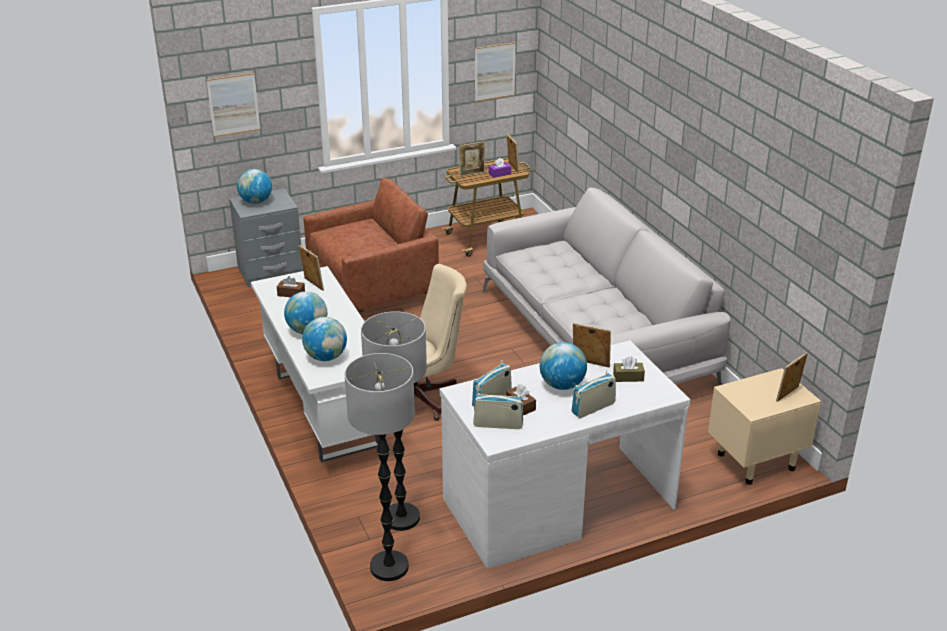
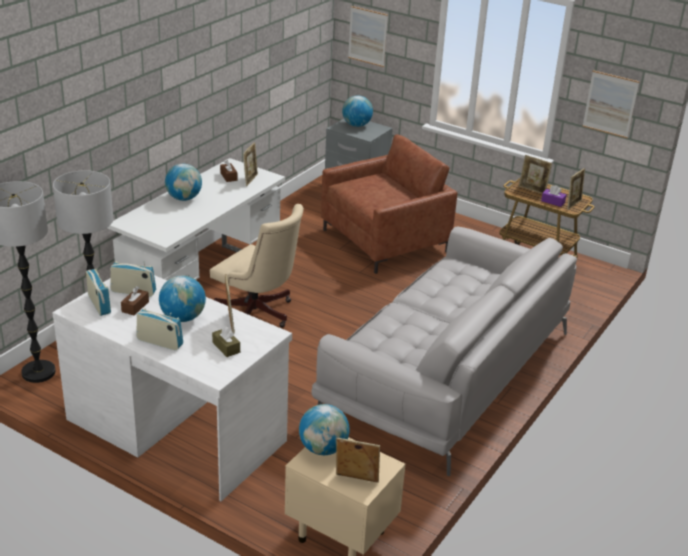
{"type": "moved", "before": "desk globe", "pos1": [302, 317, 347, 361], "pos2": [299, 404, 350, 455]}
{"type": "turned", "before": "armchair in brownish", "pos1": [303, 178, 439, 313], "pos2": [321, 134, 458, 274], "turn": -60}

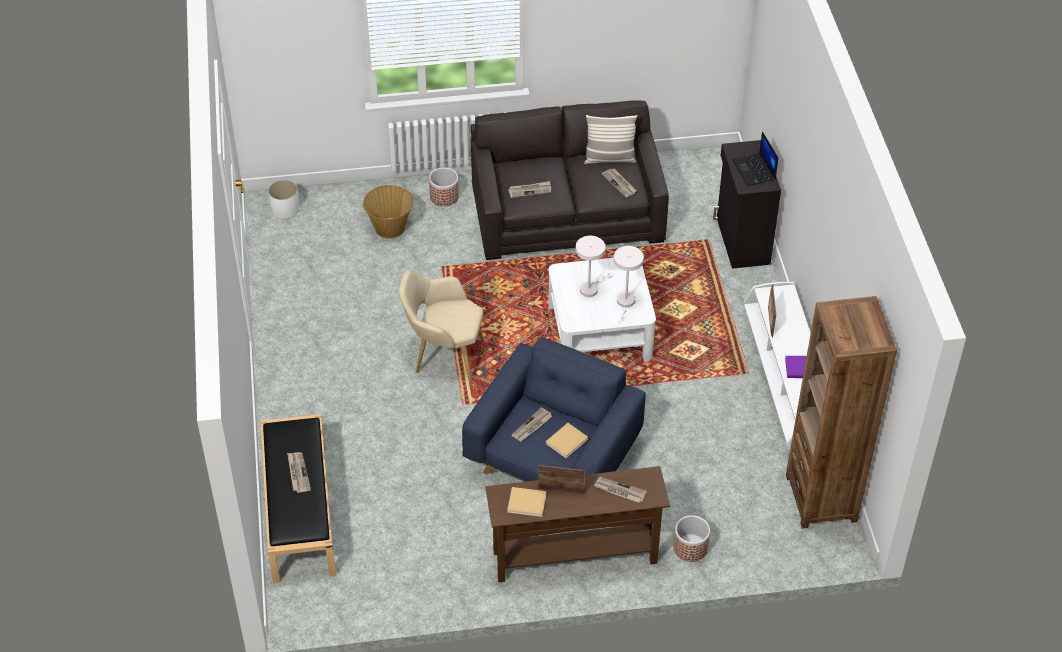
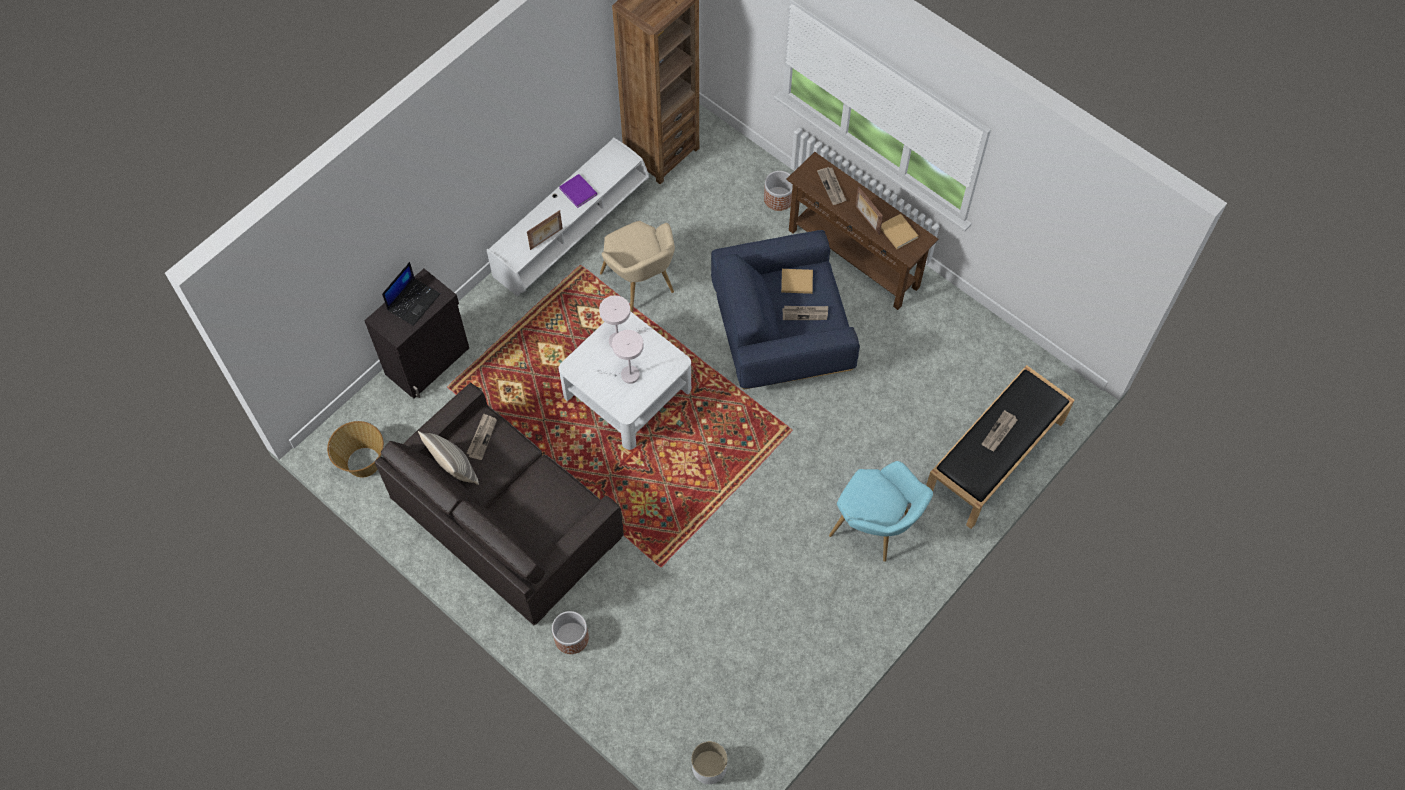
{"type": "removed", "before": "daily paper", "pos1": [508, 181, 551, 198]}
{"type": "added", "after": "armchair in turquoise-coloured", "pos2": [829, 461, 933, 562]}
{"type": "moved", "before": "household basket", "pos1": [363, 185, 413, 239], "pos2": [327, 421, 384, 477]}
{"type": "moved", "before": "armchair in beige", "pos1": [399, 270, 484, 385], "pos2": [600, 221, 675, 312]}

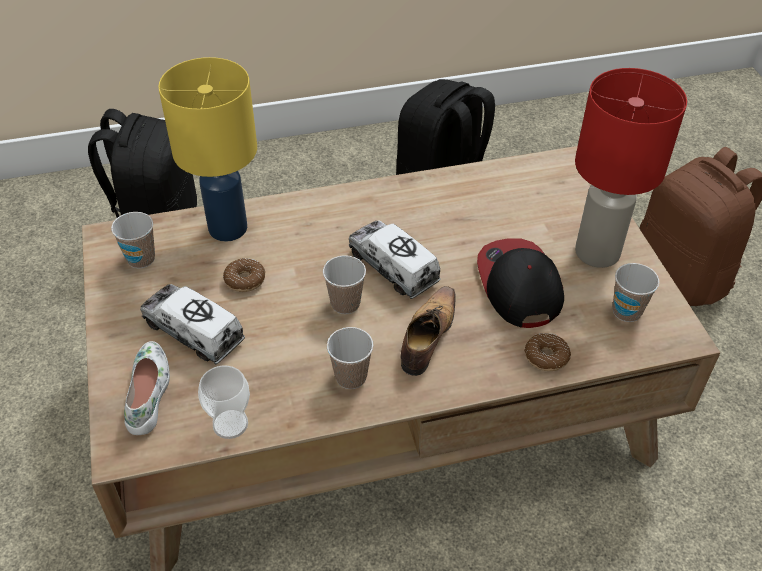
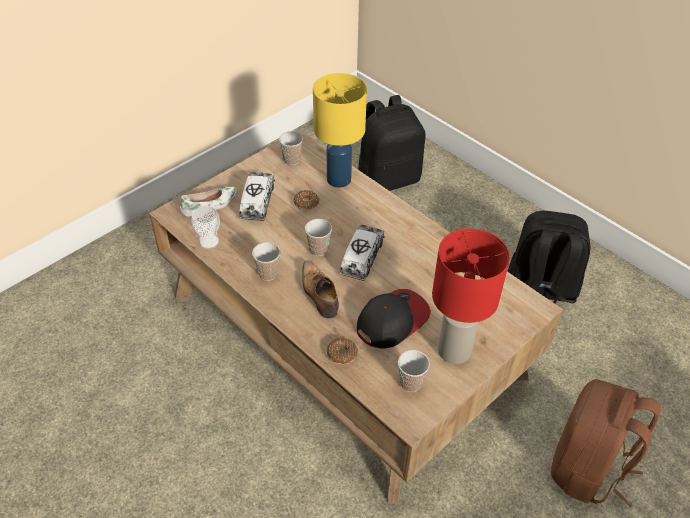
{"type": "turned", "before": "shoe", "pos1": [401, 286, 456, 376], "pos2": [302, 261, 339, 319], "turn": -105}

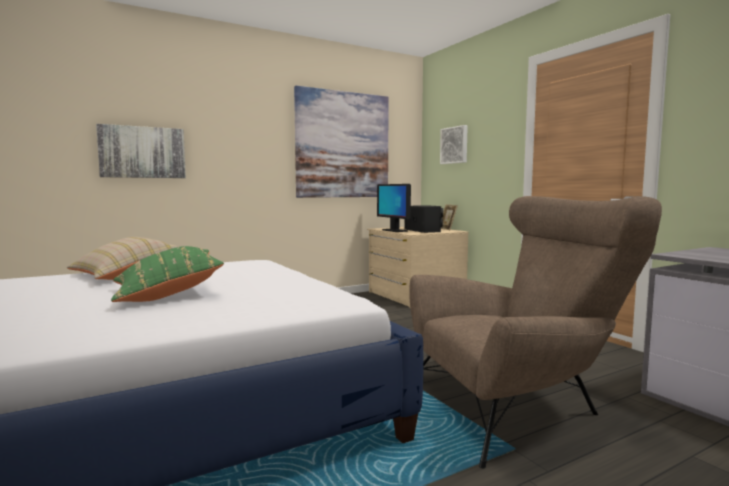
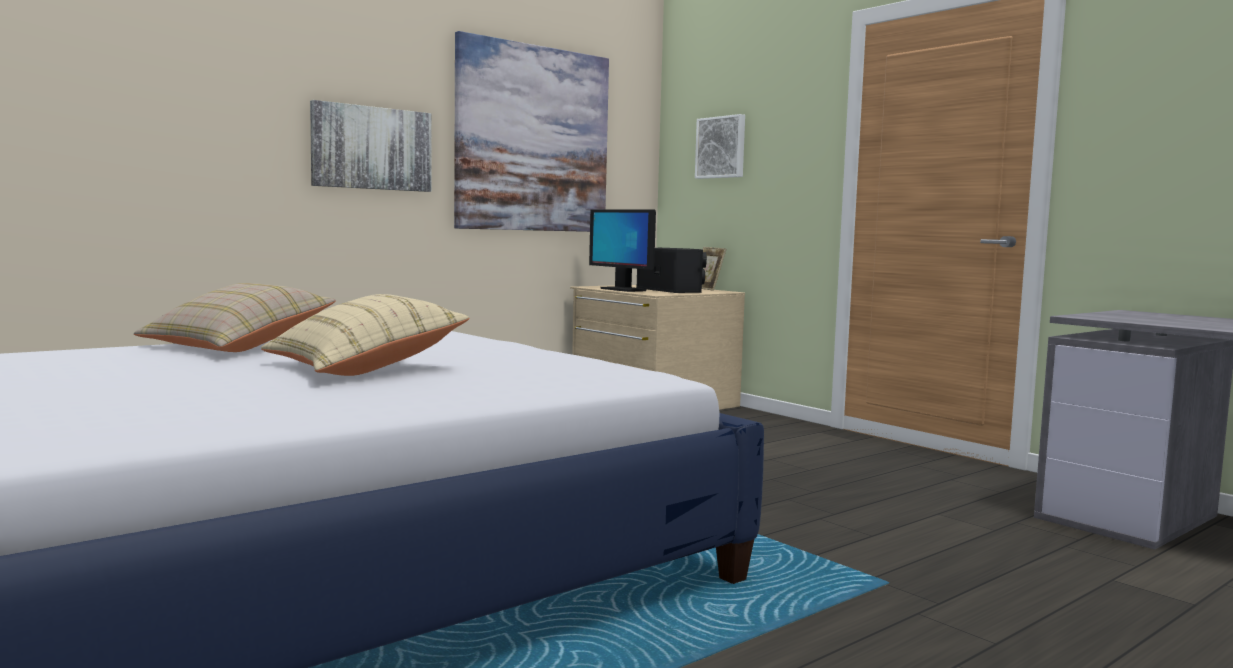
{"type": "removed", "before": "armchair in brownish", "pos1": [409, 196, 662, 468]}
{"type": "moved", "before": "picture", "pos1": [96, 124, 186, 178], "pos2": [310, 100, 431, 192]}
{"type": "recoloured", "before": "throw pillow in greenish", "after": "throw pillow in beige", "pos1": [111, 246, 224, 302], "pos2": [261, 294, 470, 376]}

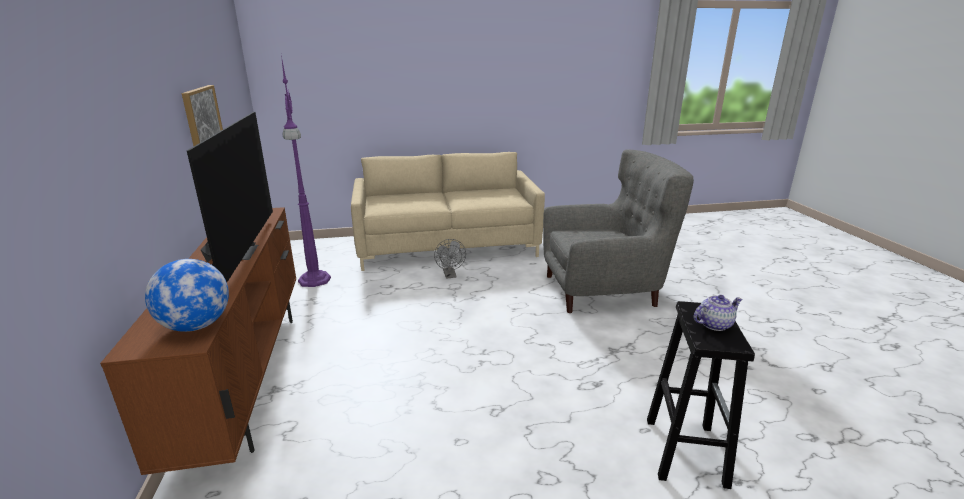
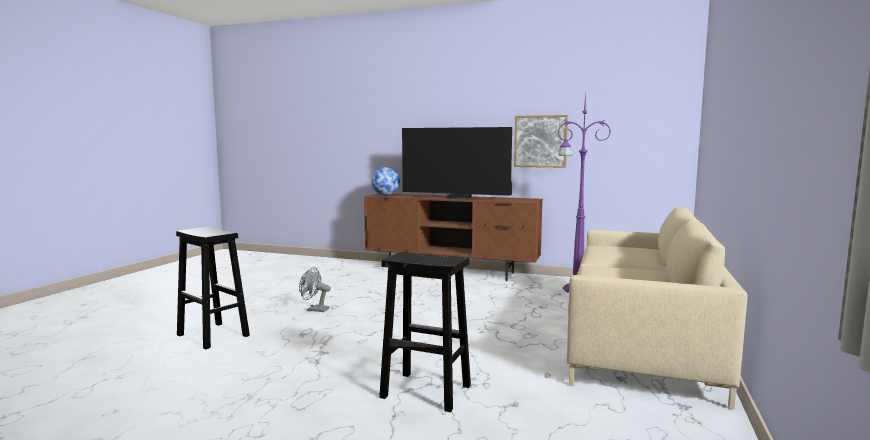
{"type": "removed", "before": "teapot", "pos1": [694, 295, 742, 331]}
{"type": "moved", "before": "fan in greyish", "pos1": [434, 239, 466, 279], "pos2": [299, 267, 331, 312]}
{"type": "replaced", "before": "armchair in greyish", "after": "stool in blackish", "pos1": [543, 150, 694, 313], "pos2": [379, 252, 471, 412]}

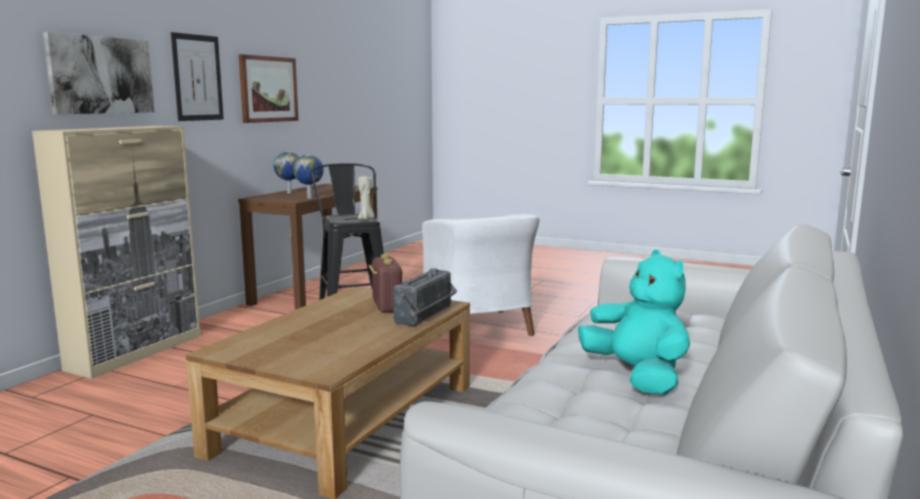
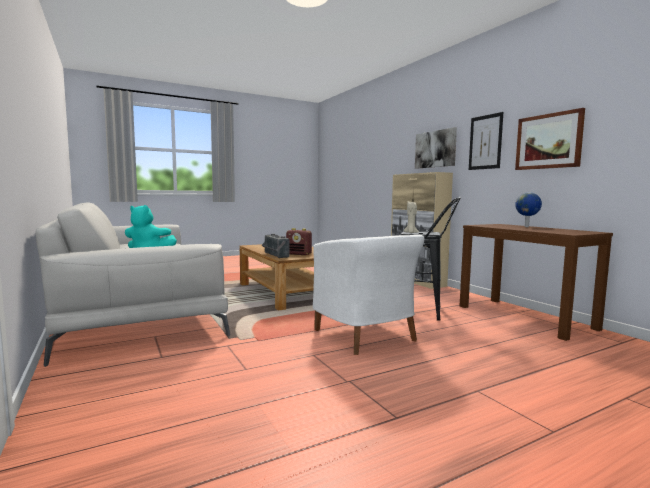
{"type": "removed", "before": "desk globe", "pos1": [293, 155, 324, 199]}
{"type": "turned", "before": "armchair in white-coloured", "pos1": [422, 214, 539, 336], "pos2": [313, 235, 424, 355], "turn": -135}

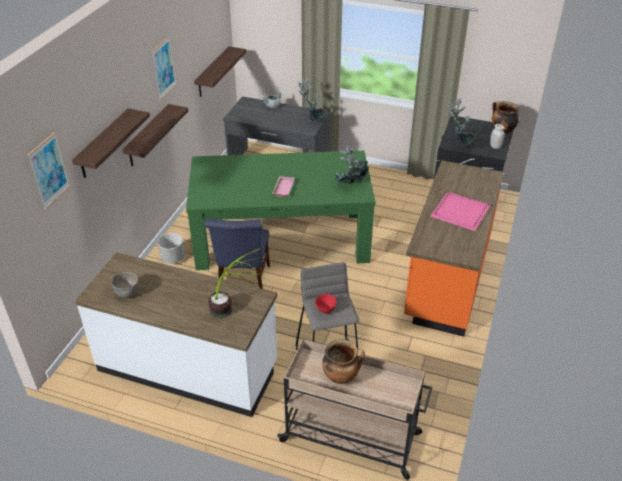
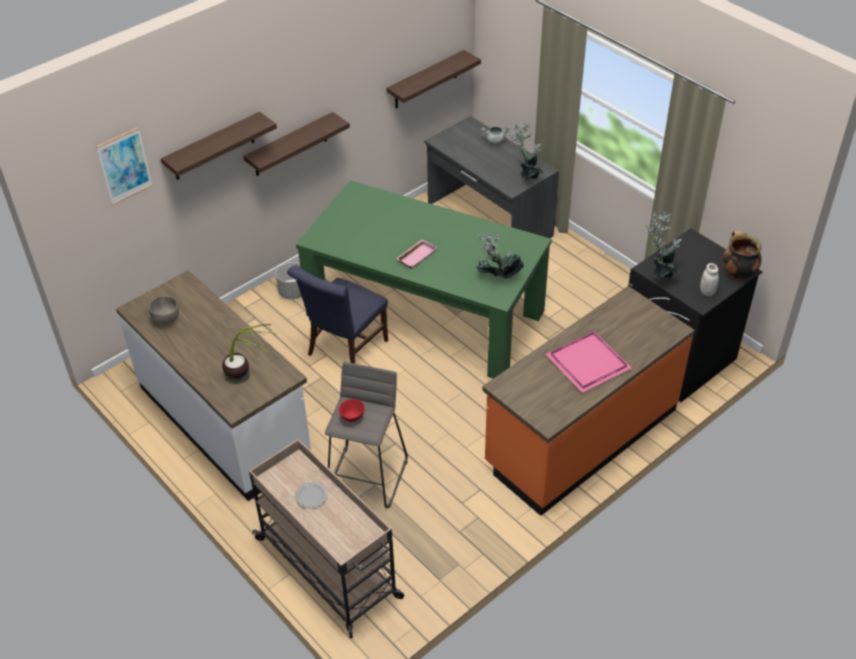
{"type": "removed", "before": "picture", "pos1": [152, 36, 176, 100]}
{"type": "replaced", "before": "cooking pot", "after": "dinner plate", "pos1": [322, 339, 365, 384], "pos2": [295, 482, 328, 508]}

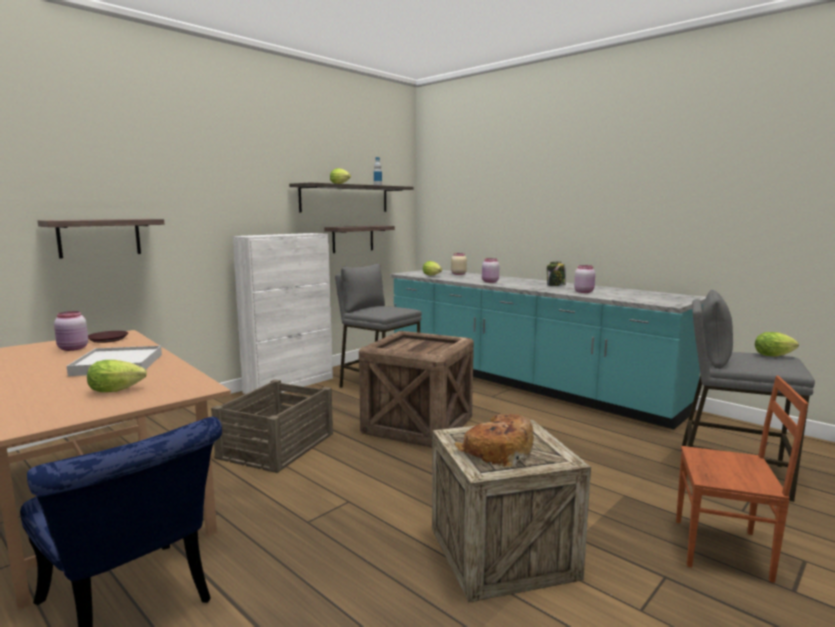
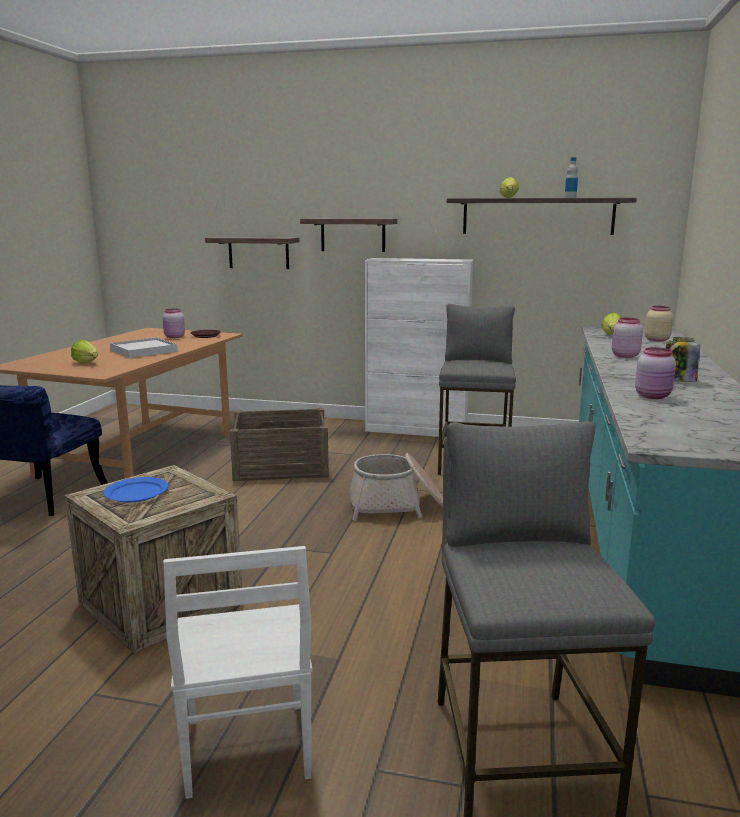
{"type": "removed", "before": "head of lettuce", "pos1": [755, 332, 799, 356]}
{"type": "moved", "before": "shelf", "pos1": [324, 226, 395, 253], "pos2": [300, 218, 397, 252]}
{"type": "replaced", "before": "crate", "after": "household basket", "pos1": [359, 331, 474, 448], "pos2": [349, 453, 443, 521]}
{"type": "replaced", "before": "baked bread", "after": "dinner plate in blue-coloured", "pos1": [455, 414, 534, 467], "pos2": [103, 477, 168, 503]}
{"type": "recoloured", "before": "upright chair in brownish", "after": "upright chair in white-coloured", "pos1": [676, 376, 809, 583], "pos2": [163, 546, 313, 799]}

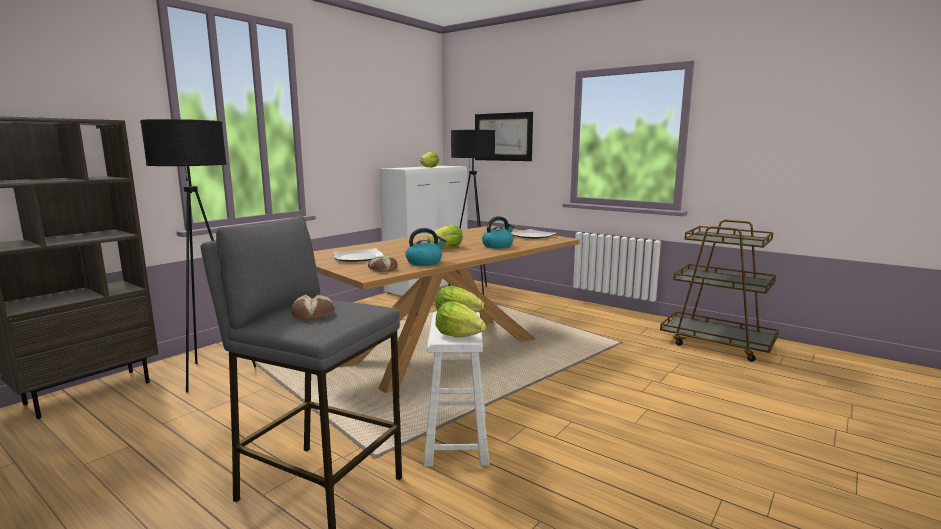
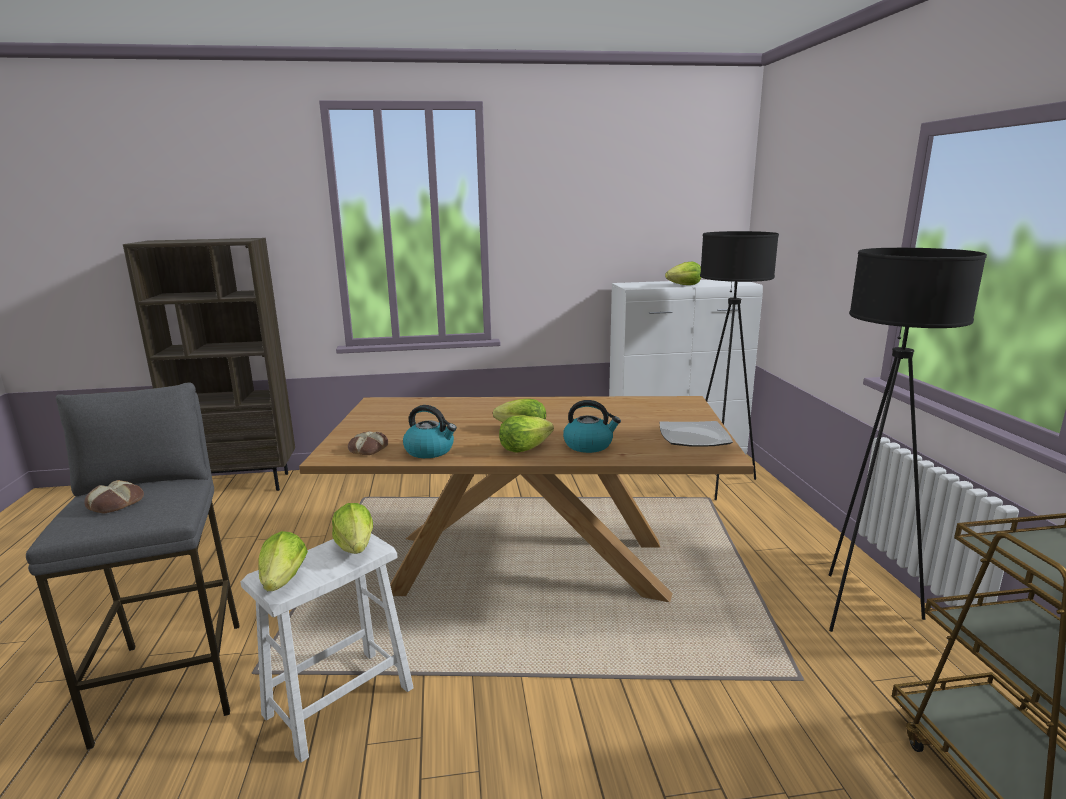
{"type": "removed", "before": "dinner plate", "pos1": [333, 248, 384, 262]}
{"type": "removed", "before": "picture", "pos1": [475, 112, 533, 161]}
{"type": "added", "after": "head of lettuce", "pos2": [499, 415, 554, 453]}
{"type": "moved", "before": "standard lamp in blackish", "pos1": [140, 119, 256, 393], "pos2": [829, 248, 987, 632]}

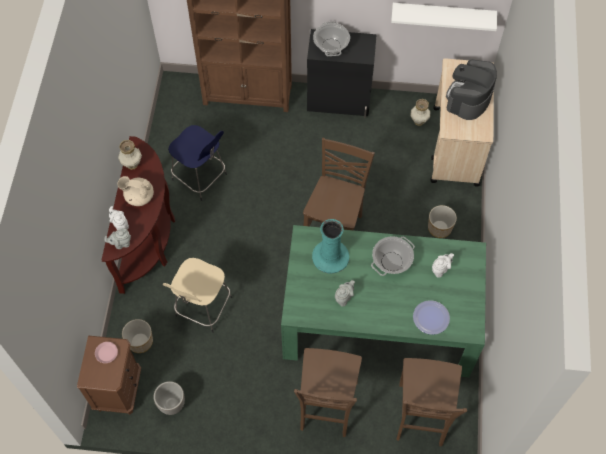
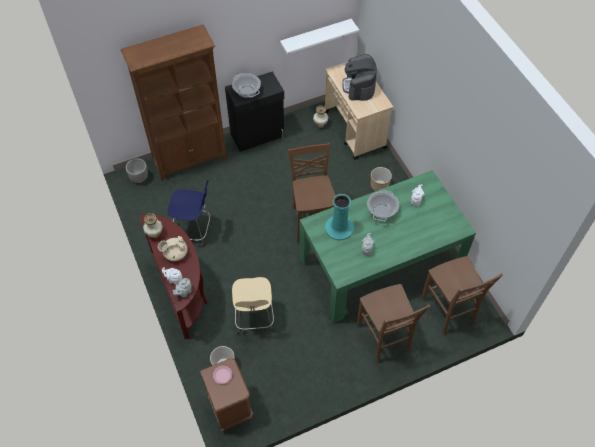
{"type": "removed", "before": "dinner plate", "pos1": [413, 300, 450, 335]}
{"type": "moved", "before": "flower pot", "pos1": [154, 381, 185, 415], "pos2": [126, 158, 148, 183]}

